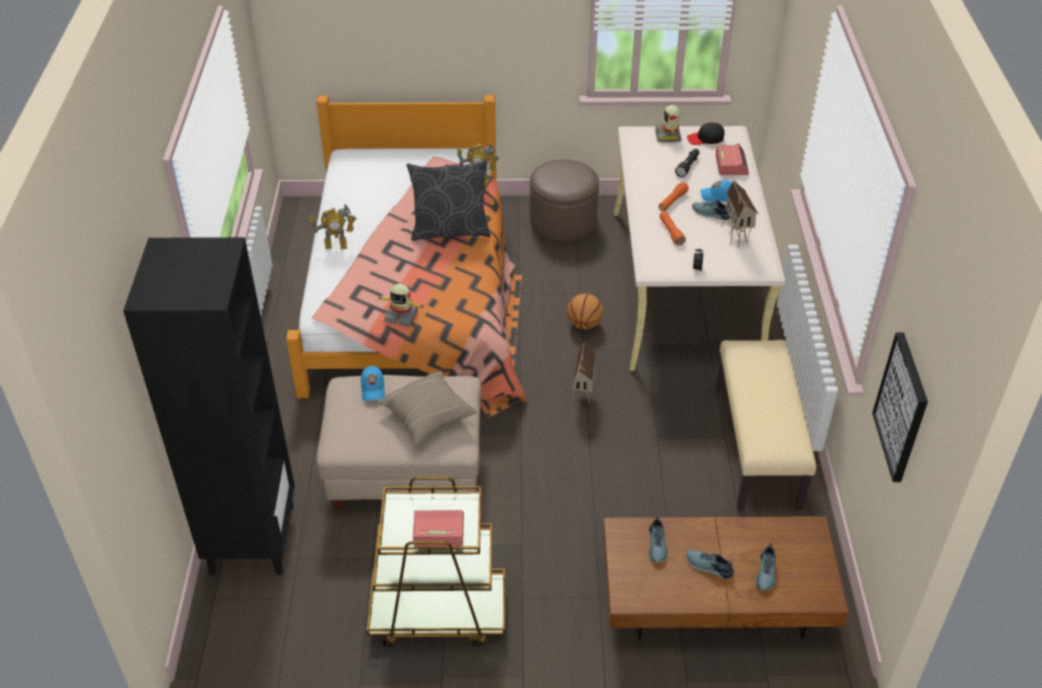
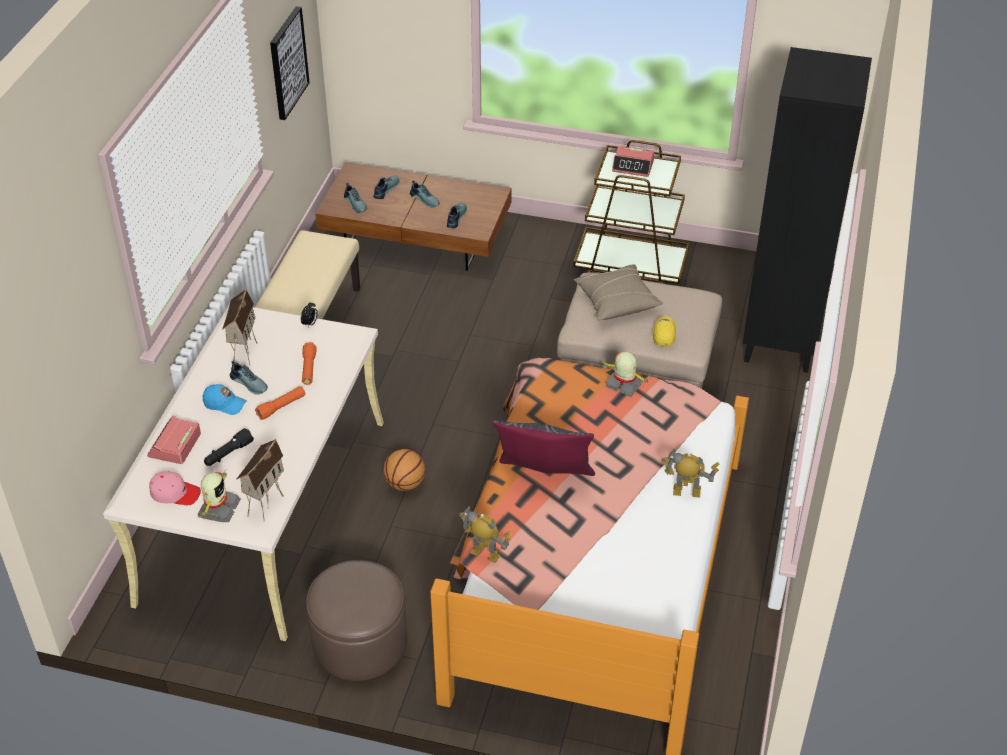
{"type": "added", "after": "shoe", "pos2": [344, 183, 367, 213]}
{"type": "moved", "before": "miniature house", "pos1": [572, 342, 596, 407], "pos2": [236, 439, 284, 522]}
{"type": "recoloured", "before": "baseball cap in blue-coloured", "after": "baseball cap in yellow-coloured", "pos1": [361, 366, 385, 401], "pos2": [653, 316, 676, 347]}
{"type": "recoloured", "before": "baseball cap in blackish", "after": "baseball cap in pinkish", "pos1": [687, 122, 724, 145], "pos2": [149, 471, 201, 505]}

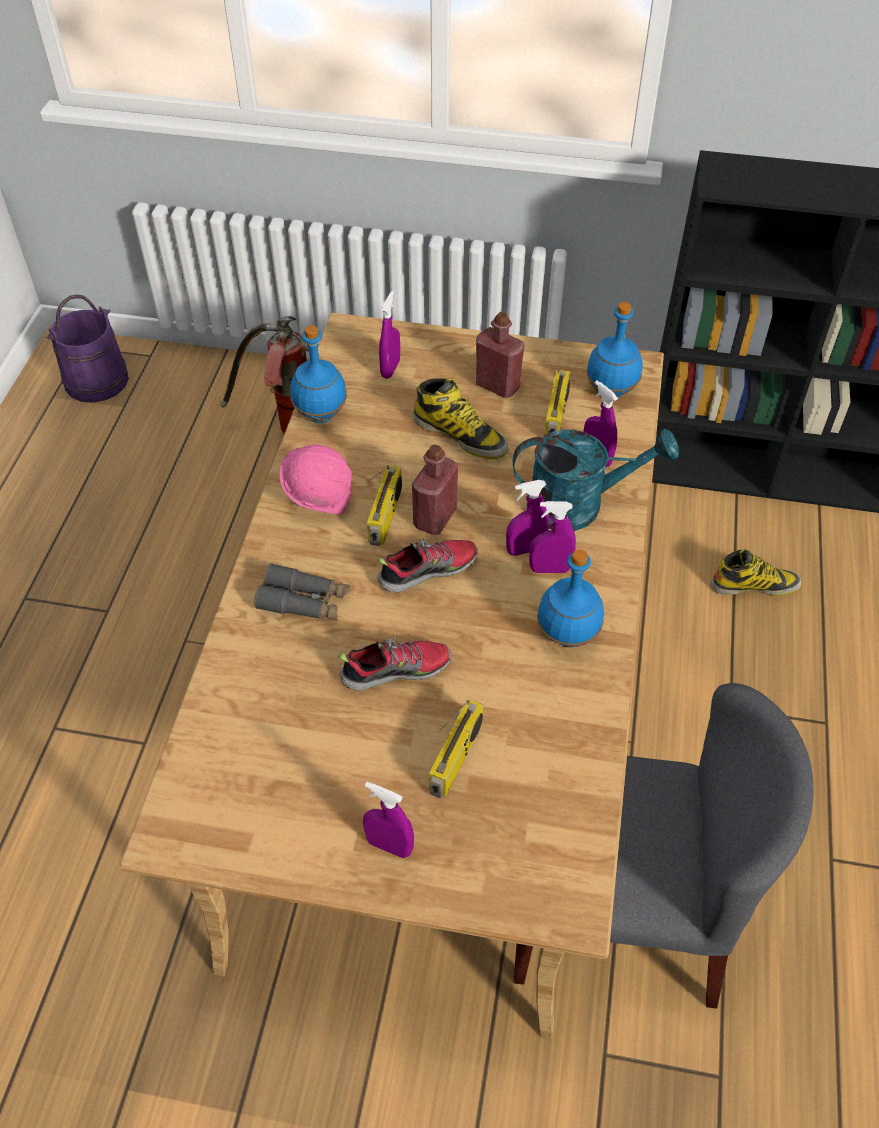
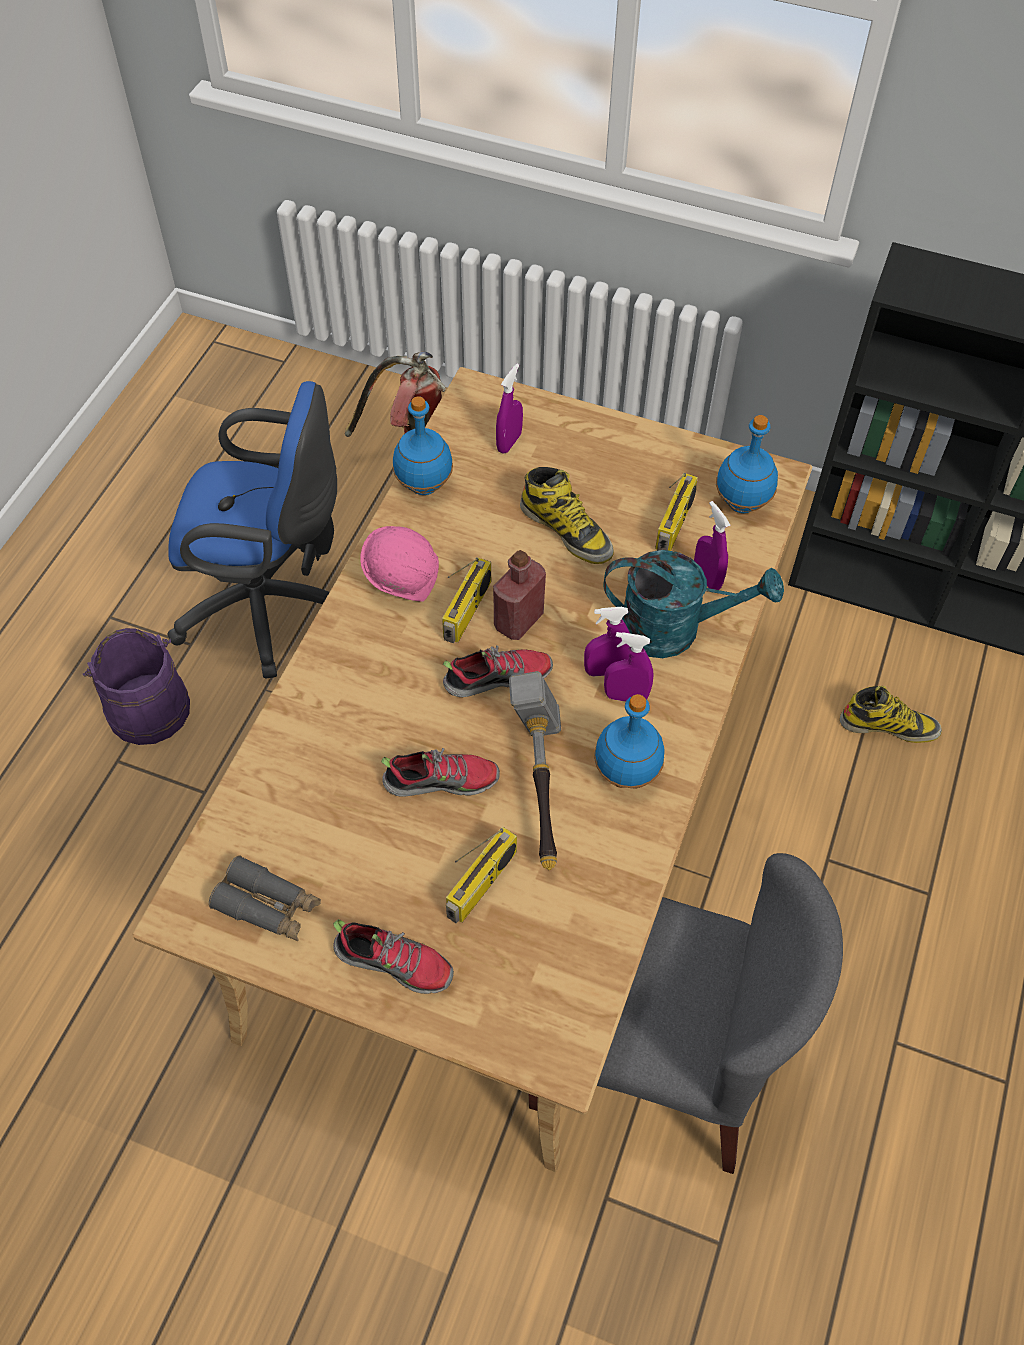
{"type": "removed", "before": "beverage bottle in reddish", "pos1": [476, 312, 525, 398]}
{"type": "added", "after": "office chair in blue-coloured", "pos2": [167, 381, 337, 679]}
{"type": "added", "after": "hammer", "pos2": [509, 671, 561, 870]}
{"type": "moved", "before": "water bucket in purple-coloured", "pos1": [46, 294, 129, 403], "pos2": [83, 628, 190, 745]}
{"type": "moved", "before": "field glasses in greyish", "pos1": [254, 563, 350, 621], "pos2": [209, 855, 321, 941]}
{"type": "replaced", "before": "spray bottle in purple-coloured", "after": "shoe", "pos1": [363, 782, 414, 858], "pos2": [333, 919, 454, 994]}

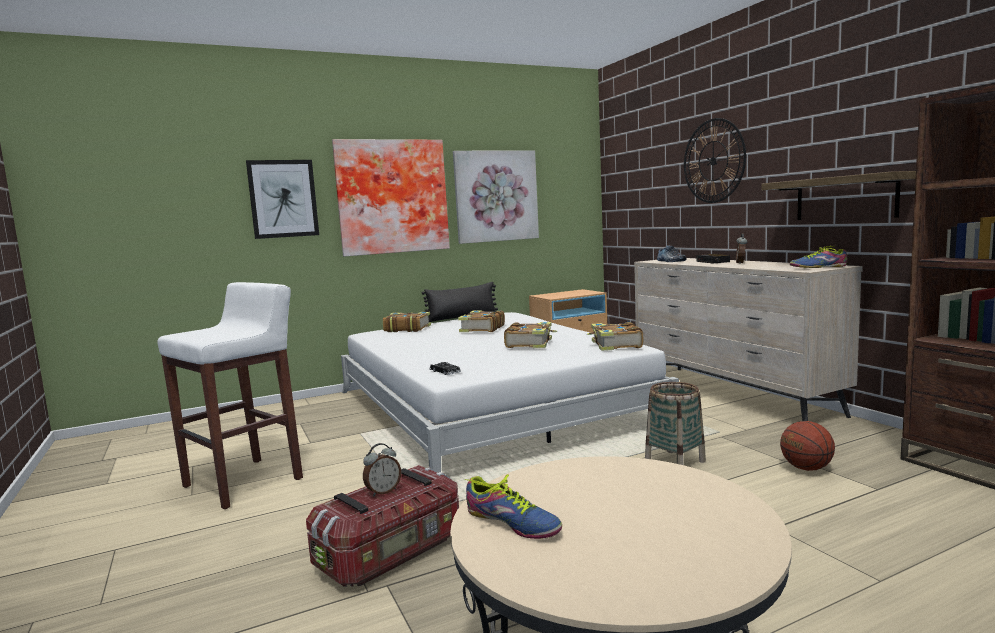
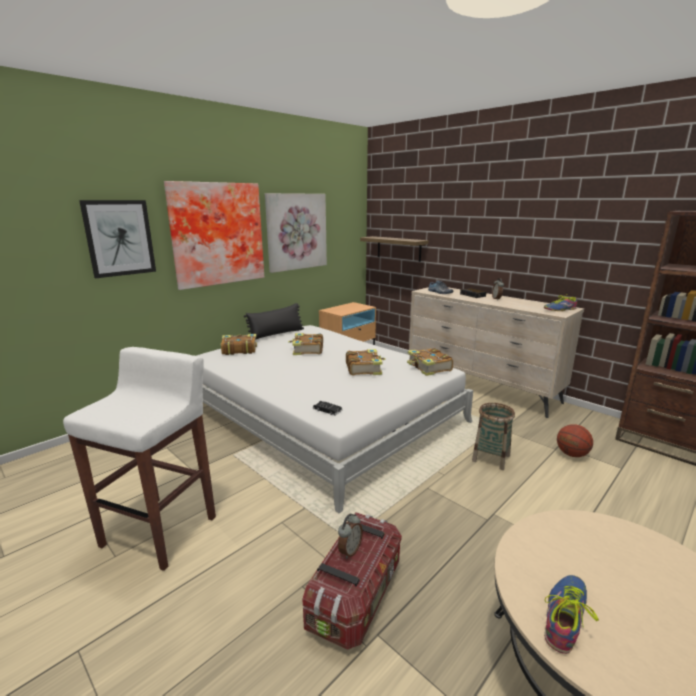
{"type": "removed", "before": "wall clock", "pos1": [684, 118, 746, 203]}
{"type": "moved", "before": "shelf", "pos1": [761, 171, 916, 220], "pos2": [360, 236, 428, 262]}
{"type": "turned", "before": "shoe", "pos1": [464, 474, 562, 539], "pos2": [544, 575, 599, 654], "turn": -75}

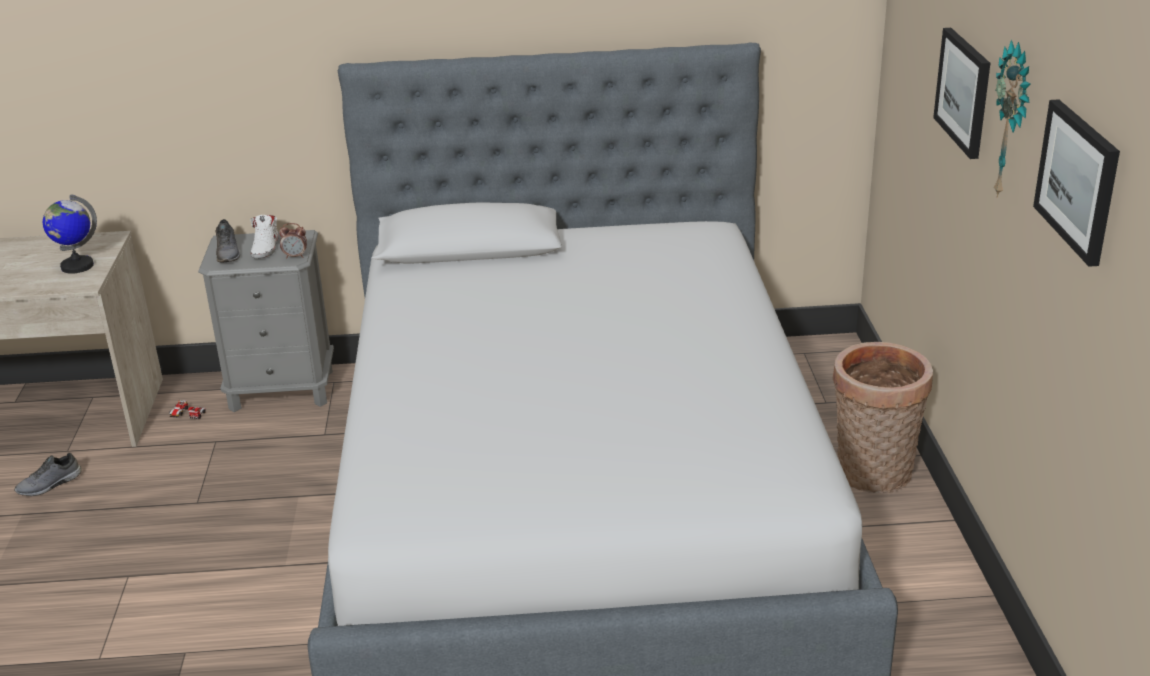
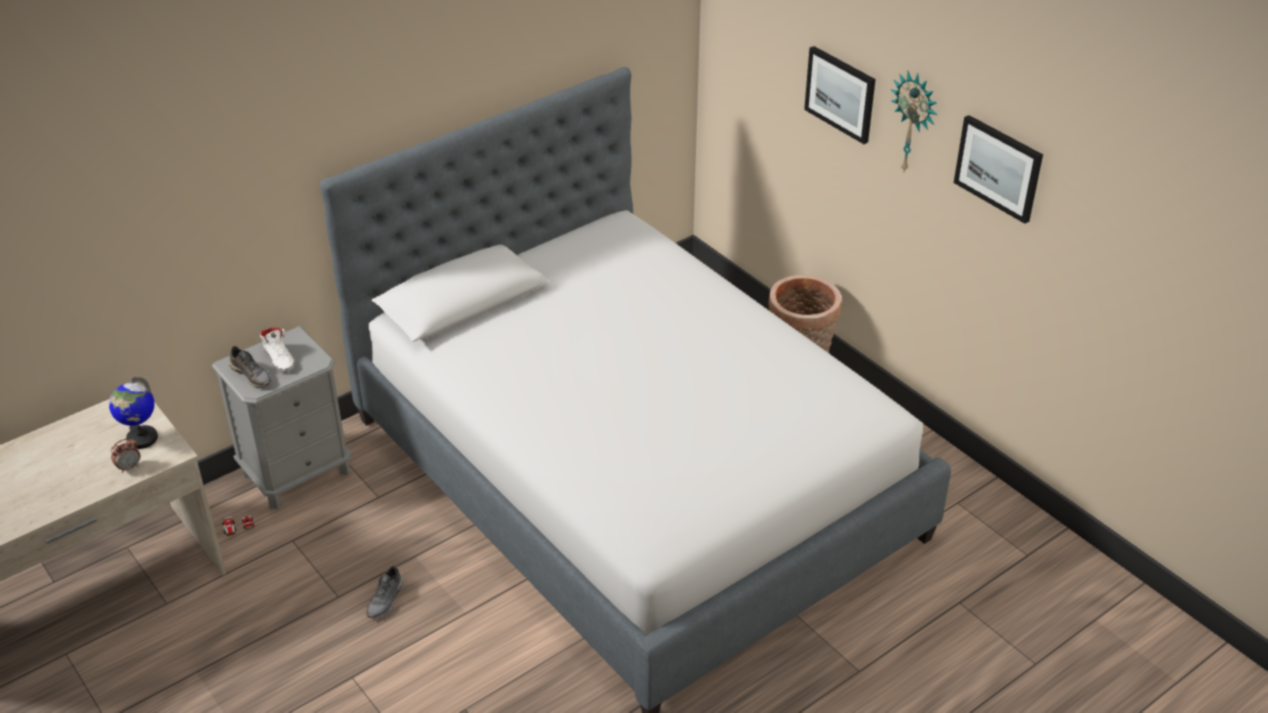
{"type": "moved", "before": "shoe in greyish", "pos1": [14, 453, 82, 496], "pos2": [366, 566, 403, 618]}
{"type": "moved", "before": "alarm clock", "pos1": [279, 223, 307, 258], "pos2": [111, 438, 140, 473]}

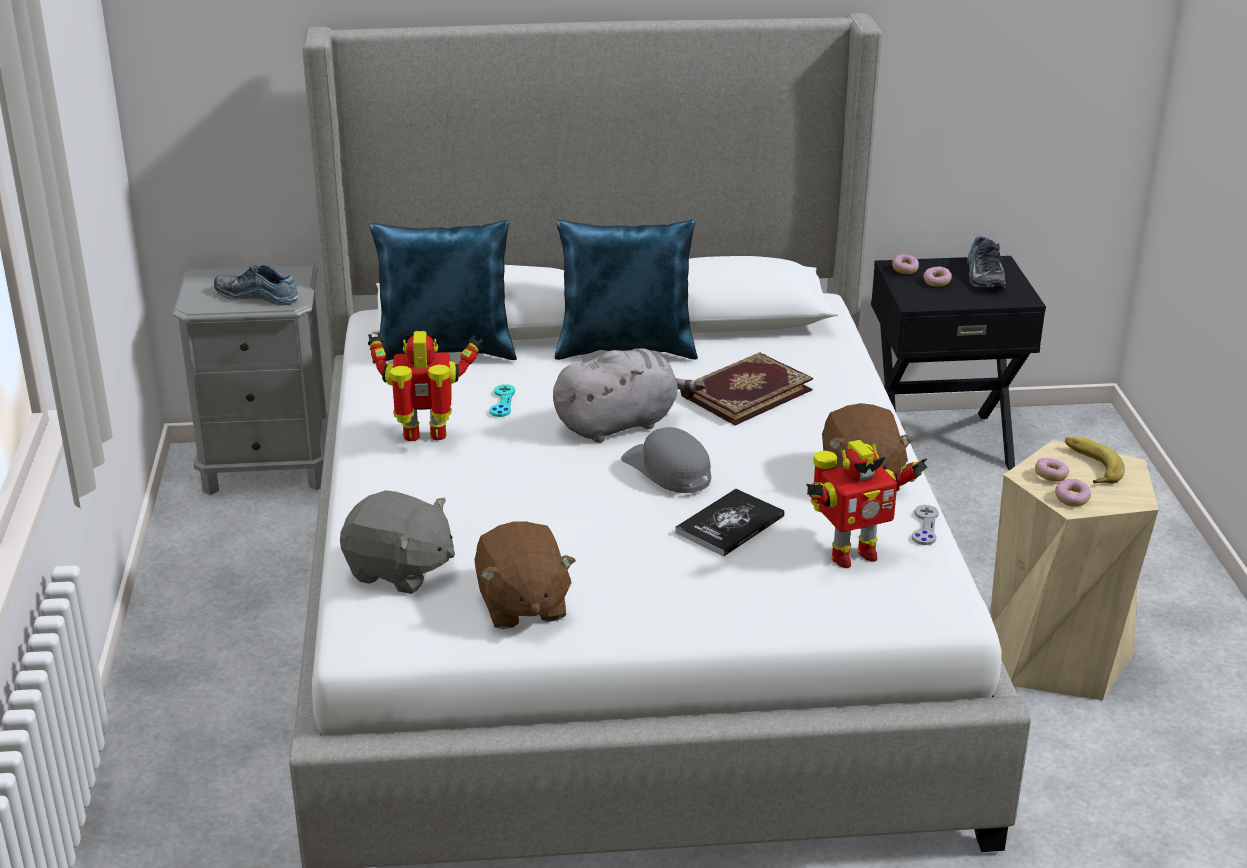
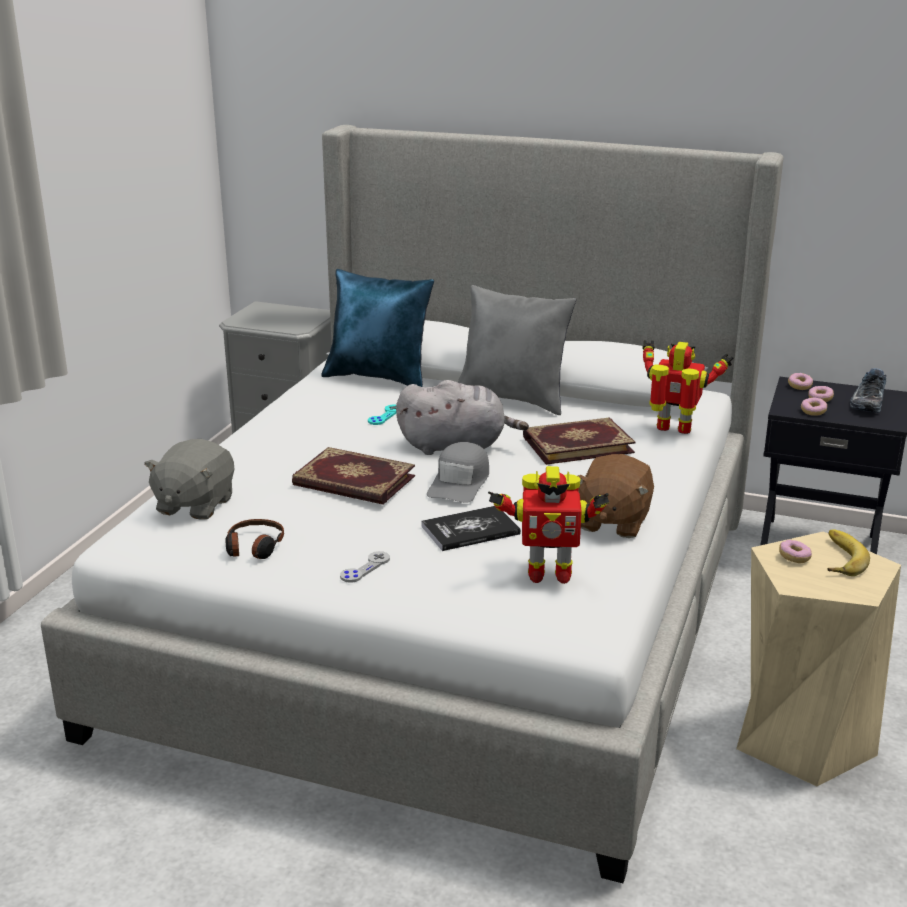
{"type": "removed", "before": "shoe", "pos1": [214, 265, 299, 305]}
{"type": "added", "after": "book", "pos2": [292, 447, 415, 505]}
{"type": "moved", "before": "robot figure", "pos1": [368, 330, 484, 441], "pos2": [643, 340, 734, 434]}
{"type": "moved", "before": "joypad in greyish", "pos1": [912, 505, 939, 545], "pos2": [340, 551, 390, 583]}
{"type": "moved", "before": "donut", "pos1": [1055, 479, 1091, 507], "pos2": [801, 398, 827, 416]}
{"type": "replaced", "before": "plush toy in brownish", "after": "headphones", "pos1": [474, 522, 576, 629], "pos2": [225, 519, 284, 559]}
{"type": "recoloured", "before": "throw pillow in blue-coloured", "after": "throw pillow in greyish", "pos1": [555, 220, 698, 360], "pos2": [458, 285, 576, 415]}
{"type": "turned", "before": "plush toy in greyish", "pos1": [340, 490, 455, 594], "pos2": [144, 439, 234, 520], "turn": 60}
{"type": "turned", "before": "baseball cap in greyish", "pos1": [621, 427, 711, 493], "pos2": [427, 442, 489, 503], "turn": -150}

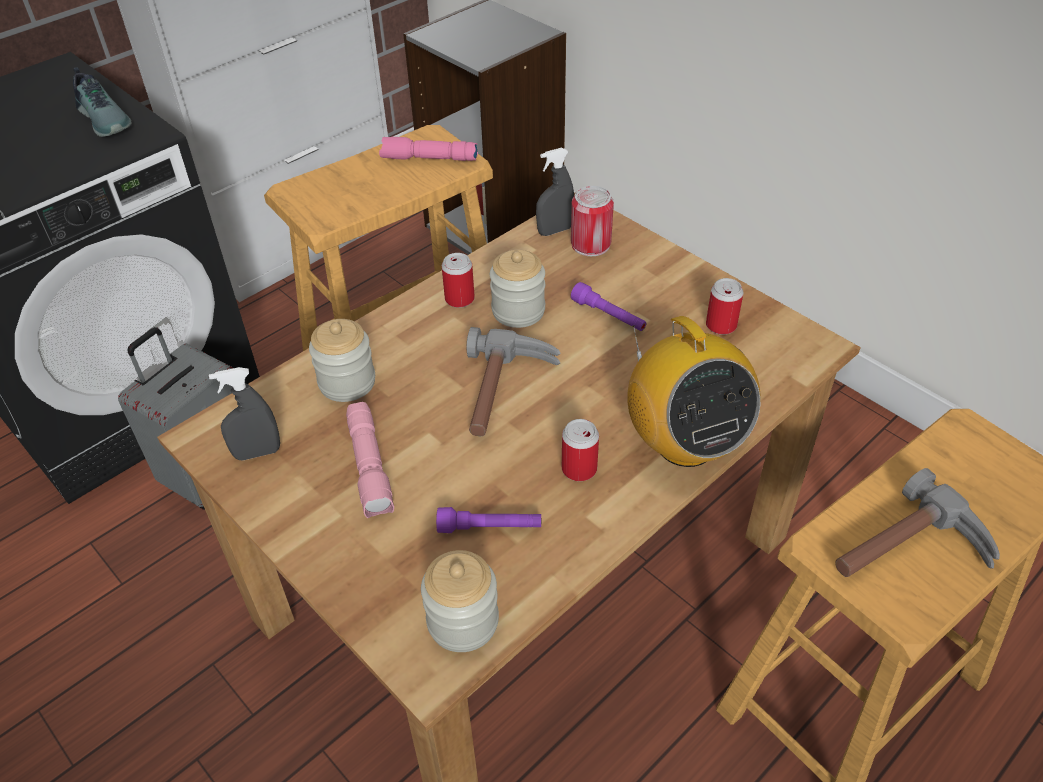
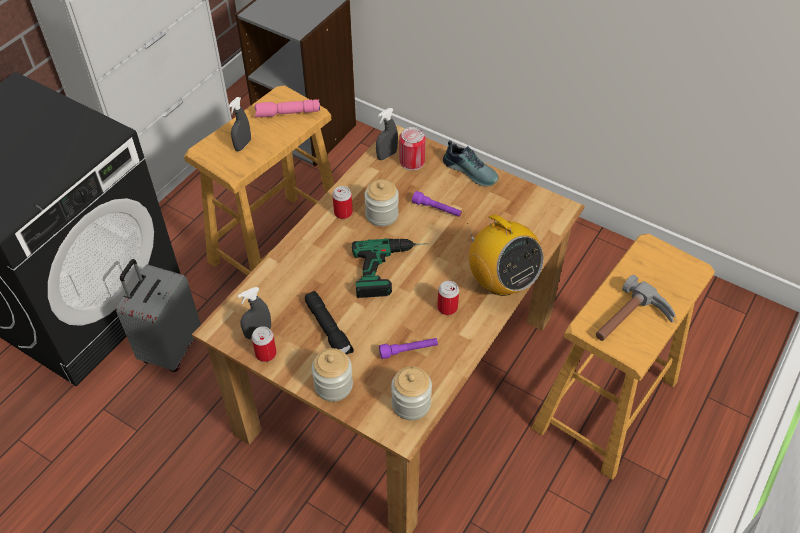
{"type": "added", "after": "spray bottle in greyish", "pos2": [228, 97, 251, 151]}
{"type": "moved", "before": "shoe", "pos1": [73, 67, 132, 137], "pos2": [443, 140, 499, 187]}
{"type": "moved", "before": "jar", "pos1": [309, 319, 375, 402], "pos2": [312, 348, 353, 402]}
{"type": "moved", "before": "can", "pos1": [706, 278, 744, 335], "pos2": [251, 326, 277, 362]}
{"type": "replaced", "before": "hammer", "after": "power drill", "pos1": [466, 327, 561, 436], "pos2": [352, 238, 429, 298]}
{"type": "recoloured", "before": "hand torch in pinkish", "after": "hand torch in blackish", "pos1": [346, 402, 394, 518], "pos2": [305, 291, 354, 354]}

